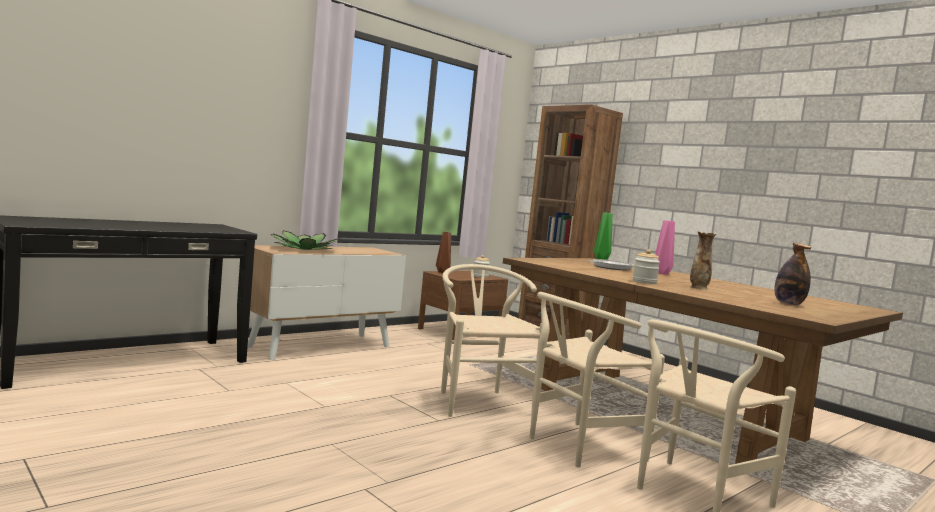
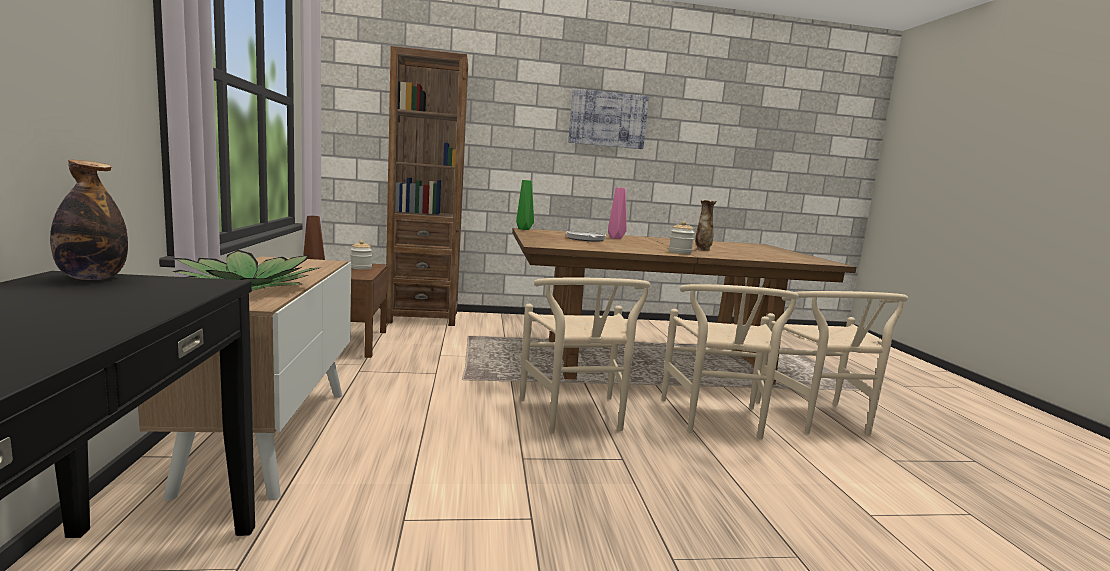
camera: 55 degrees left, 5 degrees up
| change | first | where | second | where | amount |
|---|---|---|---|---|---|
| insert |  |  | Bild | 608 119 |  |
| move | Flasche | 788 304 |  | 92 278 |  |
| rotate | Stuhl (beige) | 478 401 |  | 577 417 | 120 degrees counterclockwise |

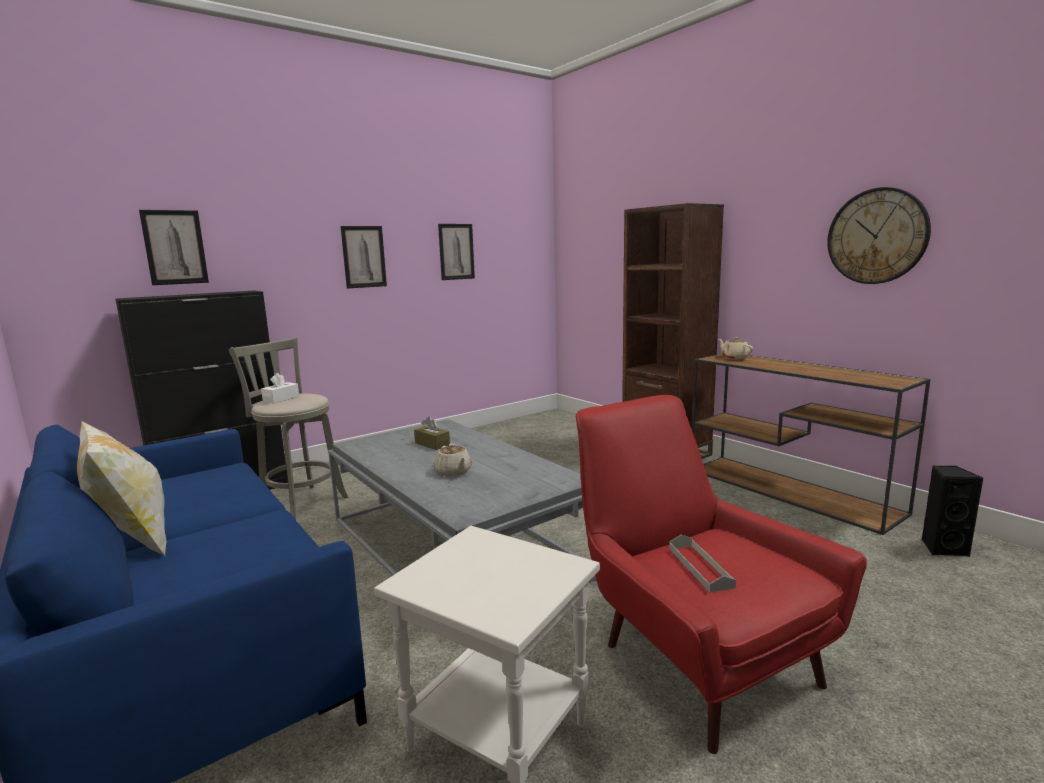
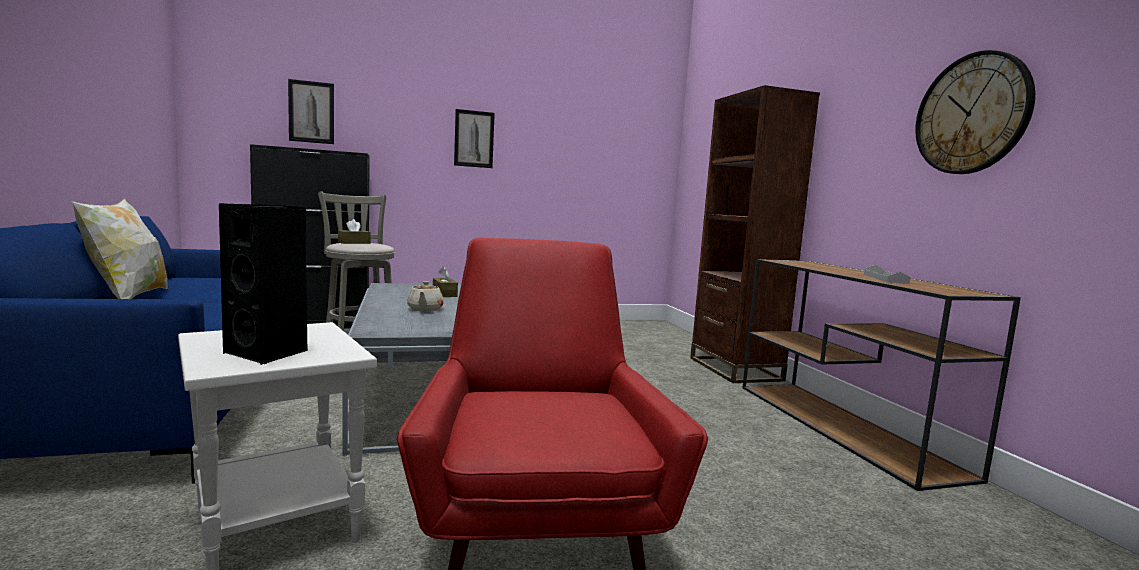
camera: 20 degrees right, 5 degrees down
| change | first | where | second | where | amount |
|---|---|---|---|---|---|
| delete | Bild | 456 251 |  |  |  |
| delete | Teekanne (beige) | 734 358 |  |  |  |
| move | Tablett (grau) | 700 567 |  | 885 279 |  |
| move | Lautsprecher (schwarz) | 942 548 |  | 269 353 |  |
| recolor | Taschentuchbox (weiß) | 281 399 | Taschentuchbox (braun) | 354 243 |  |

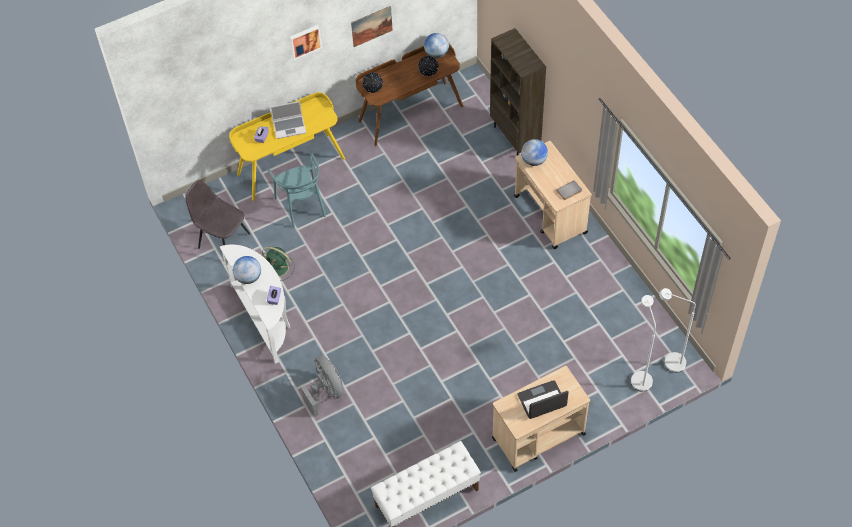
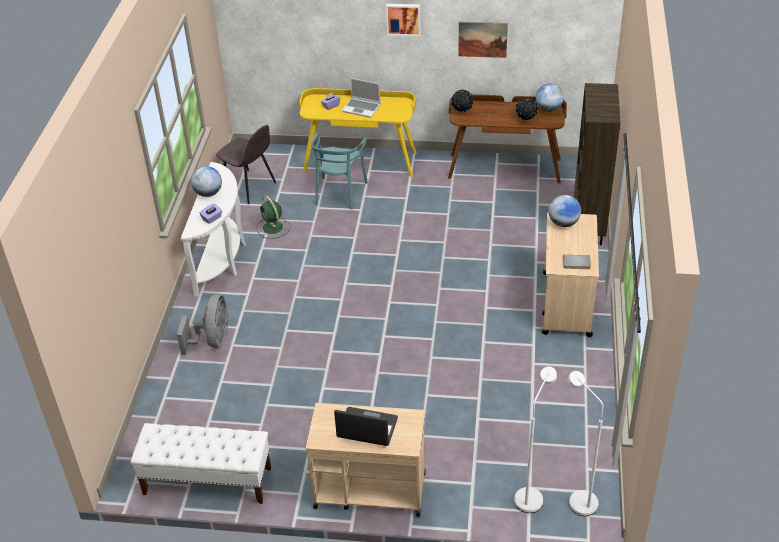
camera: 35 degrees right, 15 degrees down
| change | first | where | second | where | amount |
|---|---|---|---|---|---|
| rotate | Stuhl (grau) | 223 240 |  | 249 187 | 150 degrees clockwise |

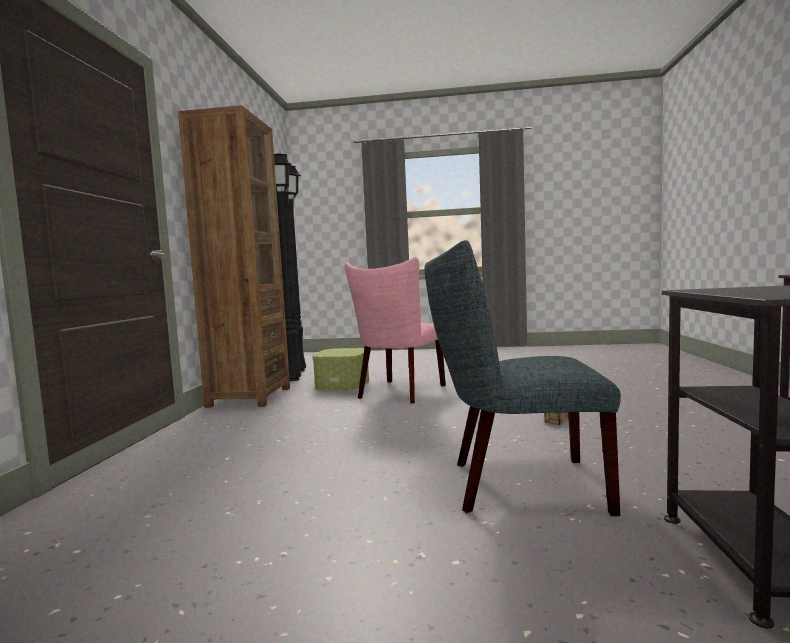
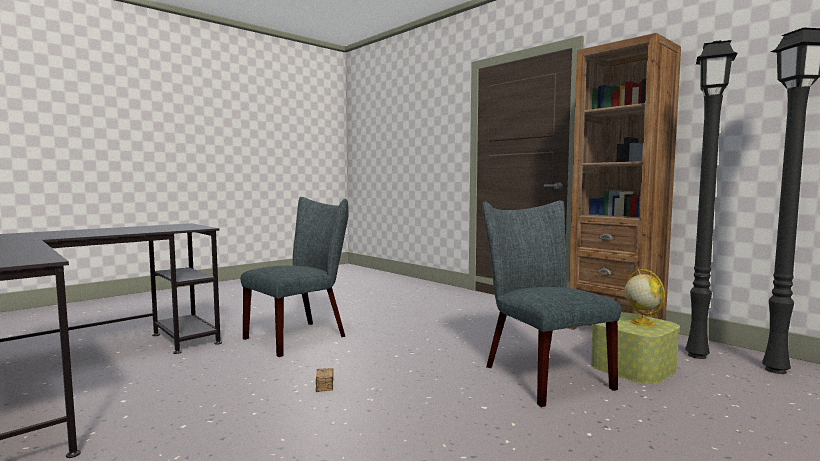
camera: 130 degrees right, 0 degrees up
| change | first | where | second | where | amount |
|---|---|---|---|---|---|
| insert |  |  | Globus | 642 323 |  |
| recolor | Stuhl (rosa) | 399 393 | Stuhl (grau) | 540 374 |  |

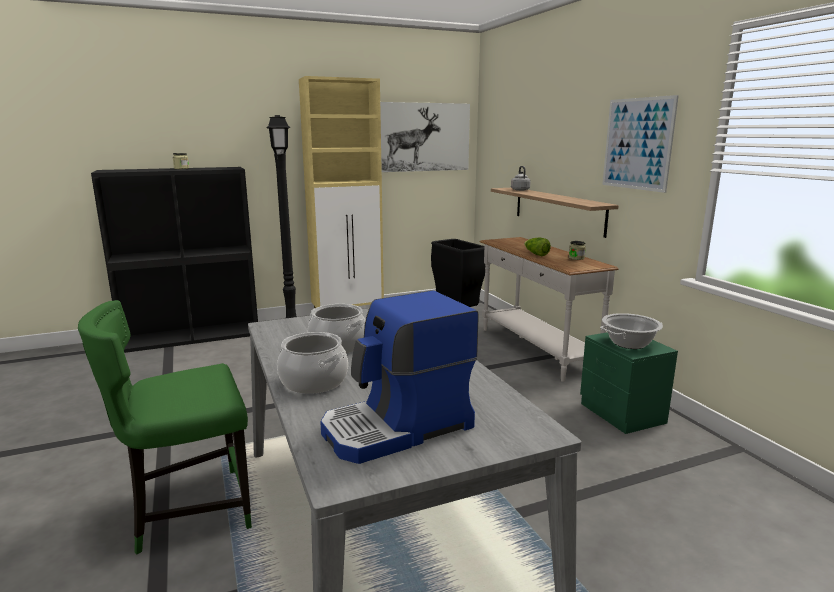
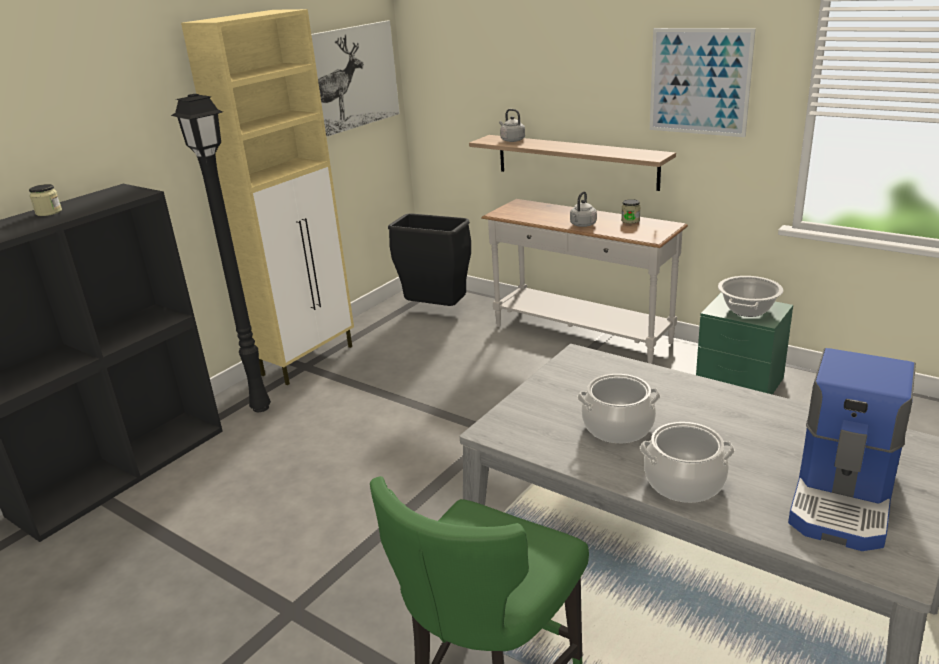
camera: 30 degrees left, 10 degrees up
| change | first | where | second | where | amount |
|---|---|---|---|---|---|
| replace | Salatkopf | 535 254 | Wasserkessel (grau) | 582 225 |  |

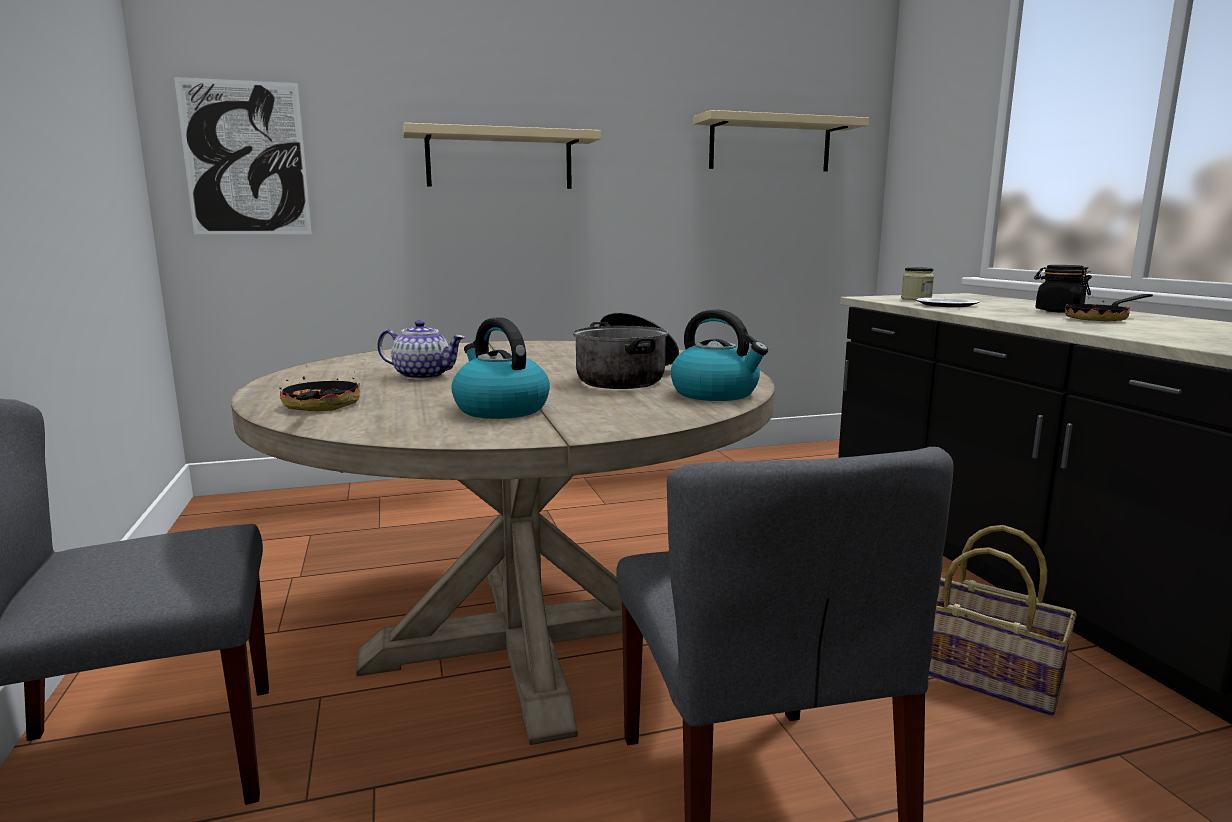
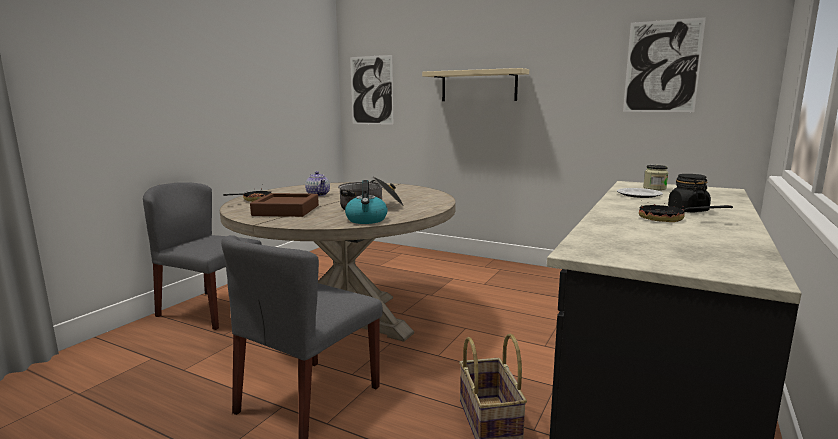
camera: 45 degrees right, 0 degrees up
| change | first | where | second | where | amount |
|---|---|---|---|---|---|
| replace | Wasserkessel | 500 409 | Tablett (braun) | 286 210 |  |
| replace | Wandregal (beige) | 770 145 | Bild | 662 67 |  |

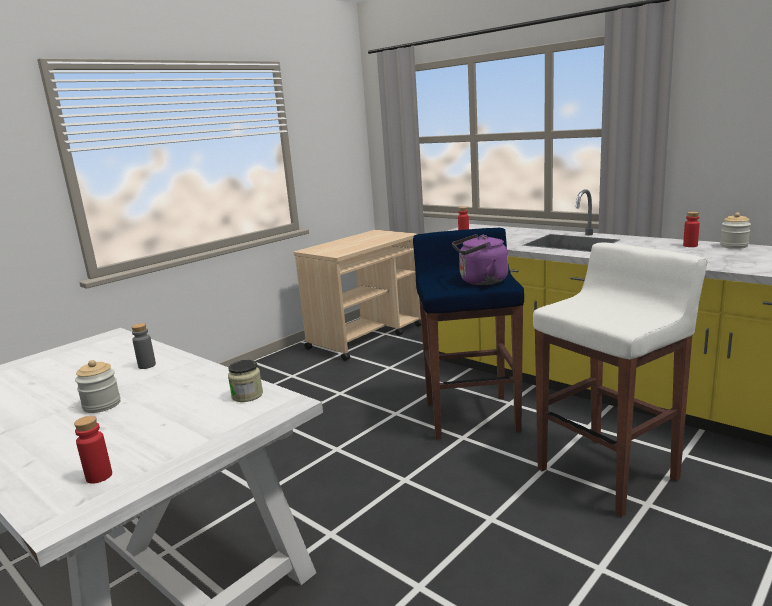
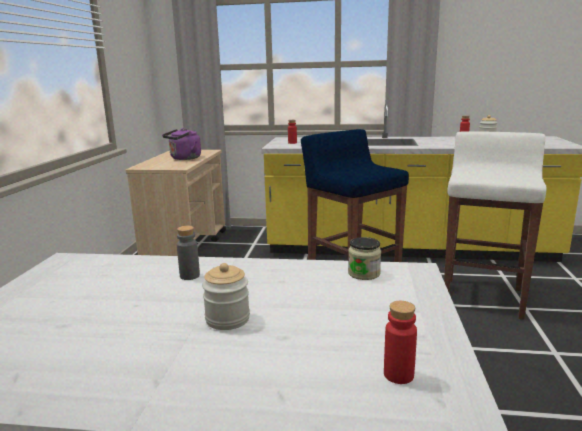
camera: 35 degrees left, 0 degrees up
| change | first | where | second | where | amount |
|---|---|---|---|---|---|
| move | Wasserkessel (lila) | 480 281 |  | 184 158 |  |

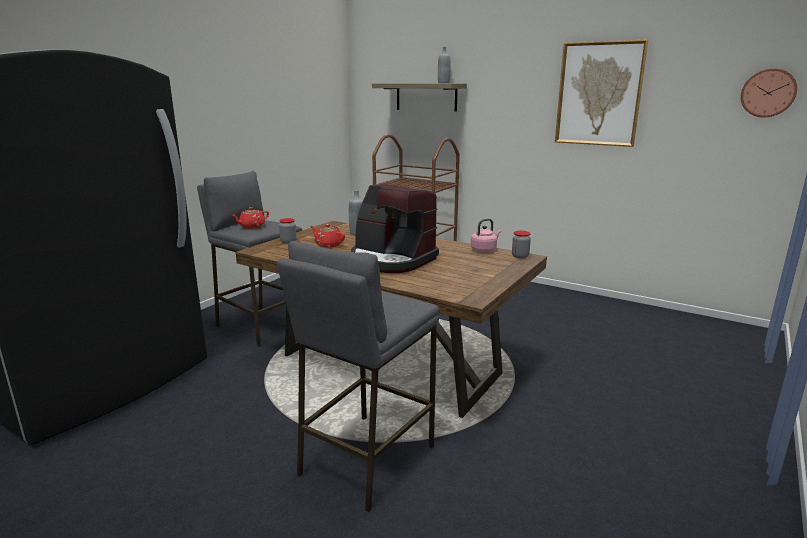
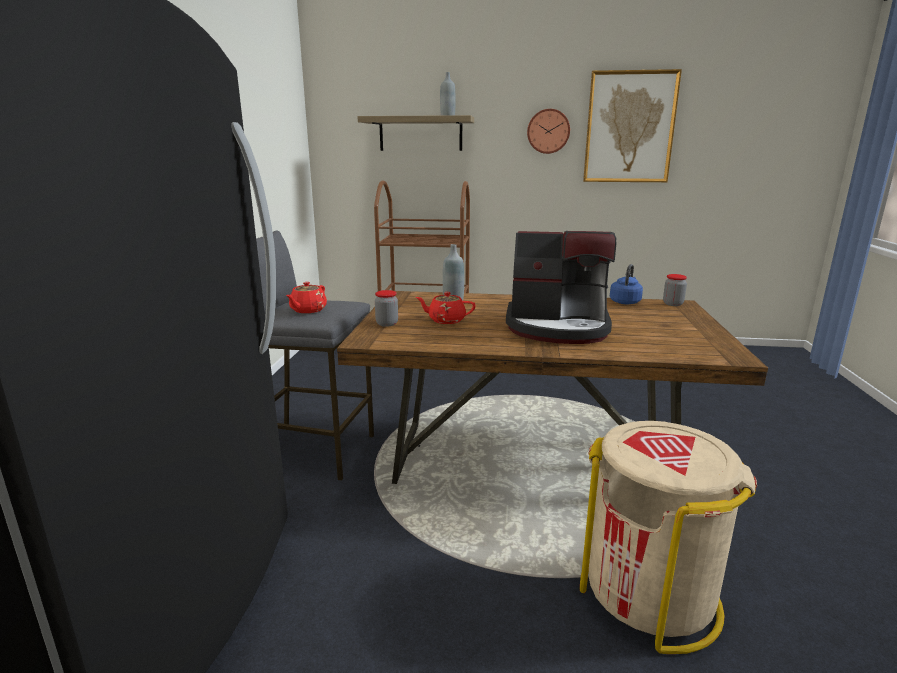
camera: 25 degrees left, 0 degrees up
| change | first | where | second | where | amount |
|---|---|---|---|---|---|
| move | Wanduhr | 768 93 |  | 548 131 |  |
| replace | Hocker (grau) | 366 459 | Mülleimer (beige) | 650 595 |  |
| recolor | Wasserkessel (rosa) | 484 249 | Wasserkessel (blau) | 625 302 |  |

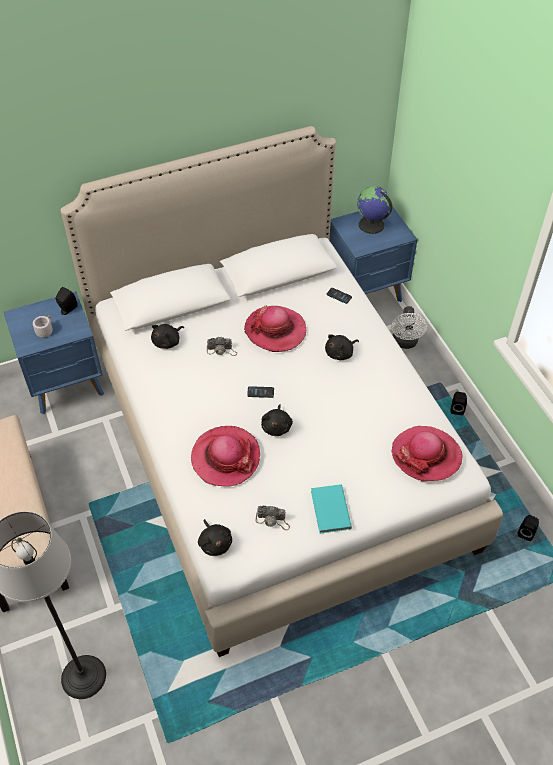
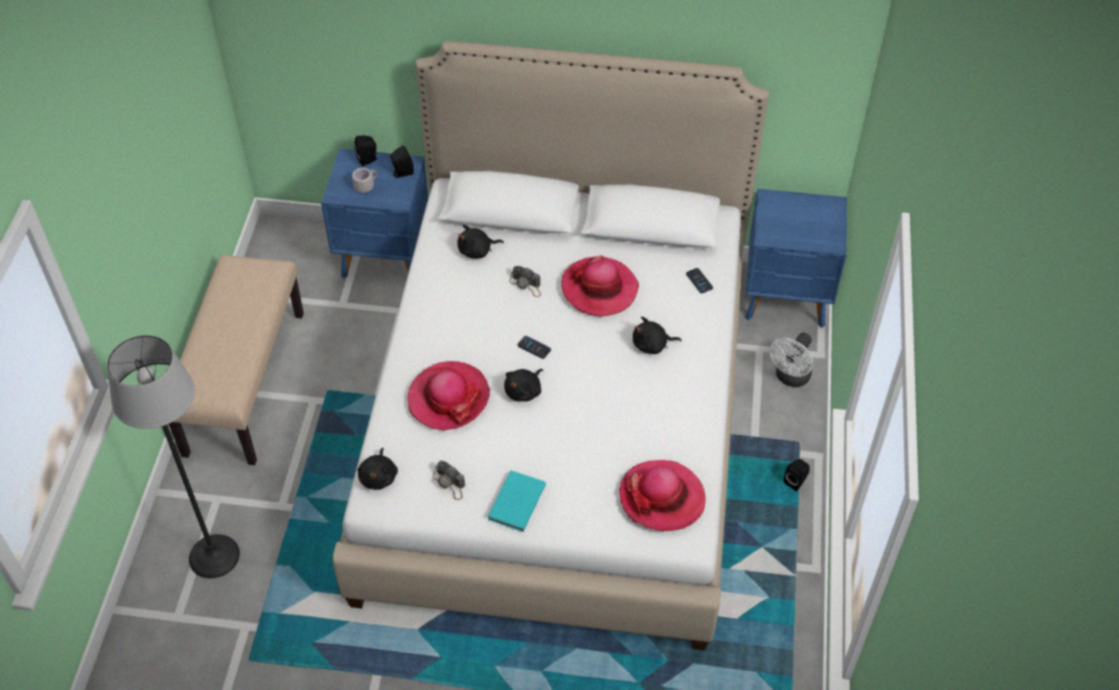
camera: 30 degrees right, 0 degrees up
| change | first | where | second | where | amount |
|---|---|---|---|---|---|
| delete | Globus | 371 225 |  |  |  |
| move | Lautsprecher (schwarz) | 526 532 |  | 368 159 |  |

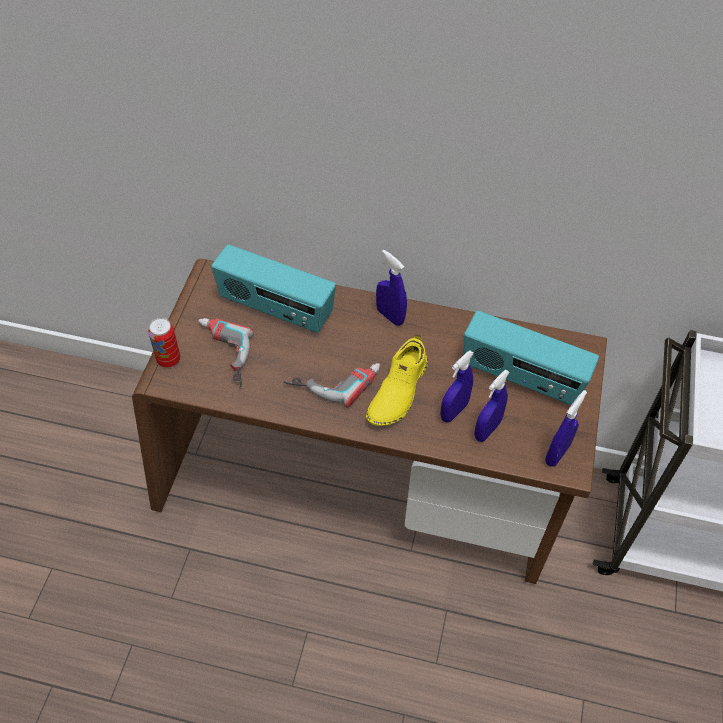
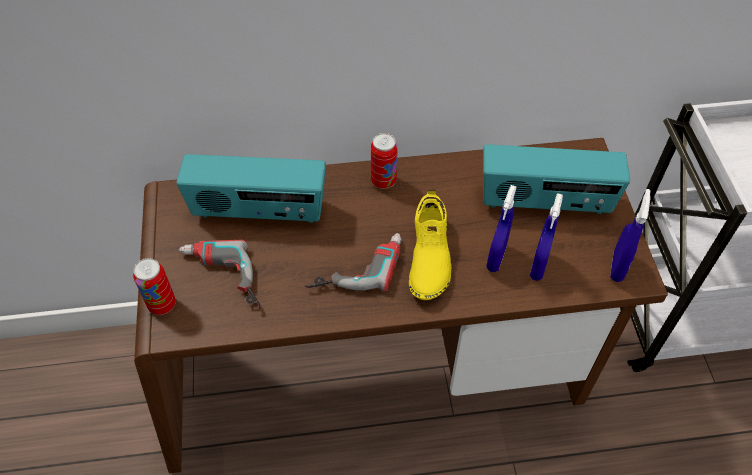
camera: 20 degrees left, 0 degrees up
| change | first | where | second | where | amount |
|---|---|---|---|---|---|
| replace | Sprühflasche (blau) | 390 316 | Dose | 383 181 |  |

